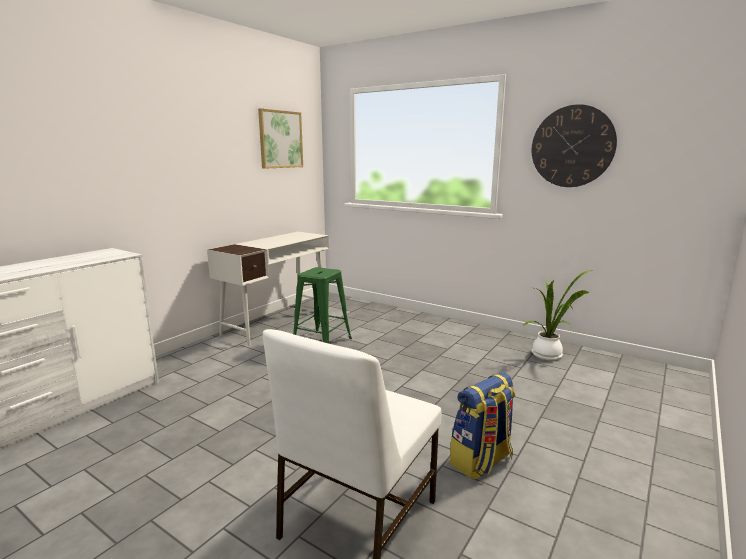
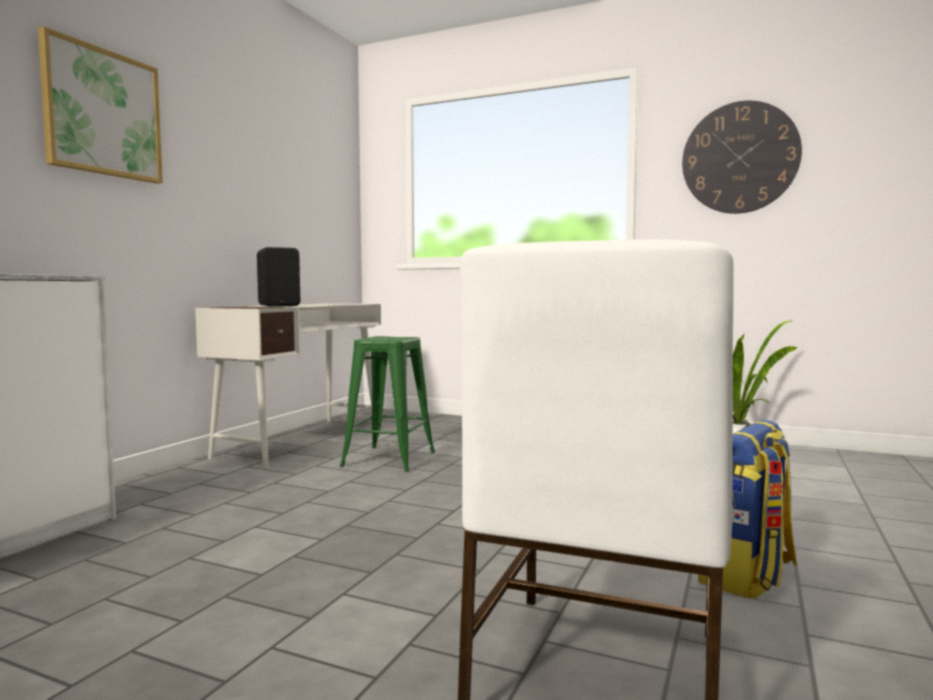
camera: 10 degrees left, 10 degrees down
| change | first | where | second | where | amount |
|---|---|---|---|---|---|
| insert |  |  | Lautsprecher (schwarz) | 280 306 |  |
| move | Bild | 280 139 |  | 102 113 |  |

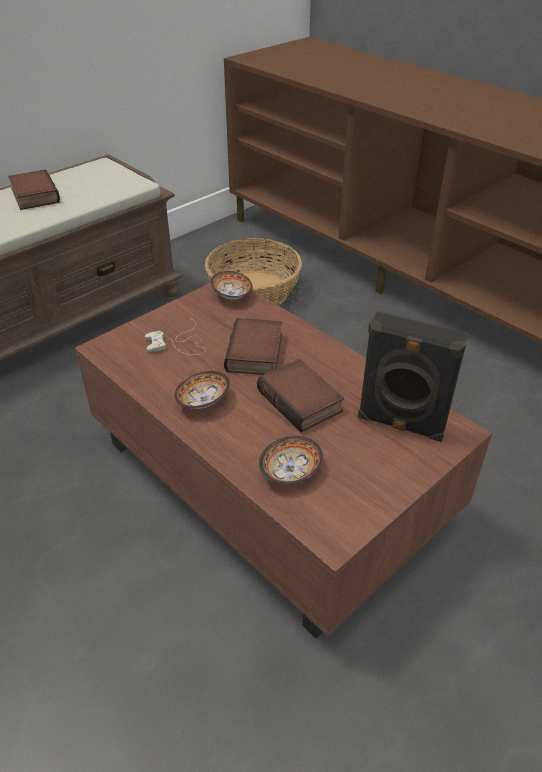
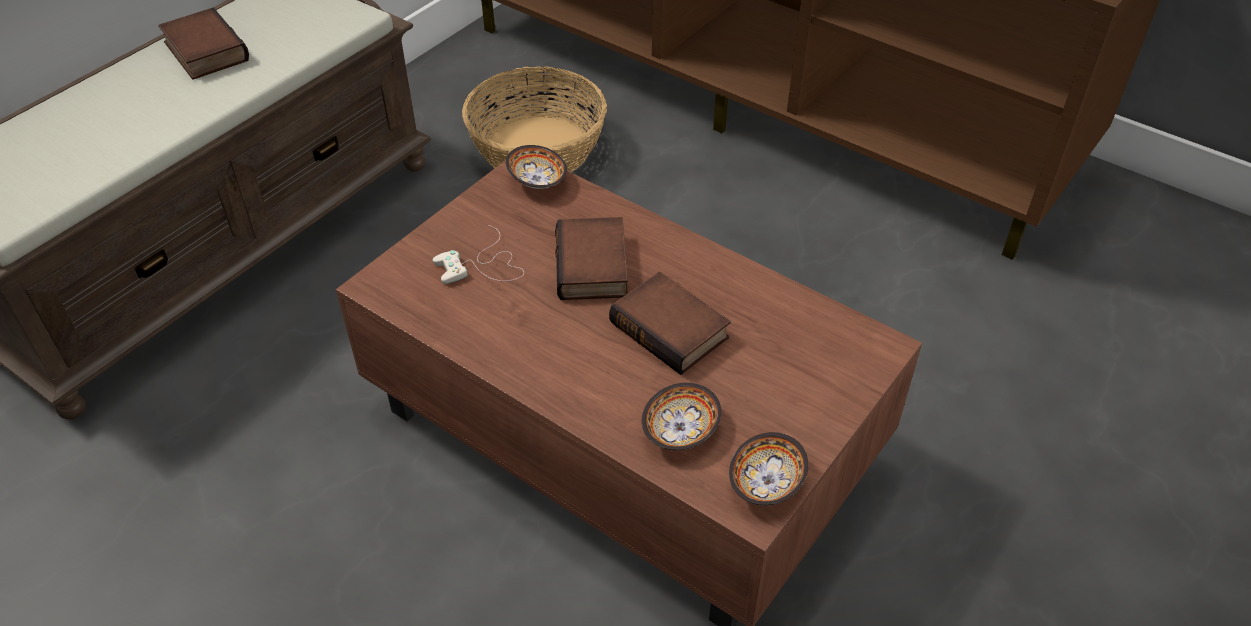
camera: 10 degrees left, 5 degrees up
| change | first | where | second | where | amount |
|---|---|---|---|---|---|
| delete | Lautsprecher (schwarz) | 400 425 |  |  |  |
| move | Schüssel | 203 401 |  | 766 482 |  |

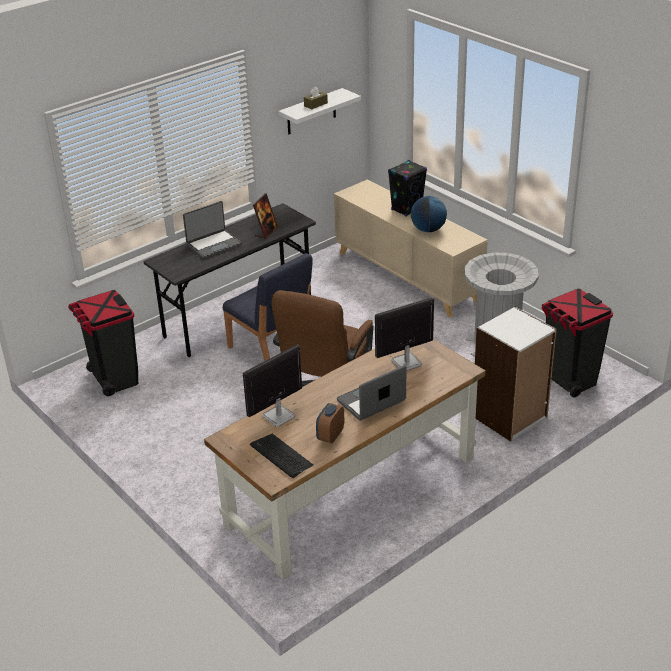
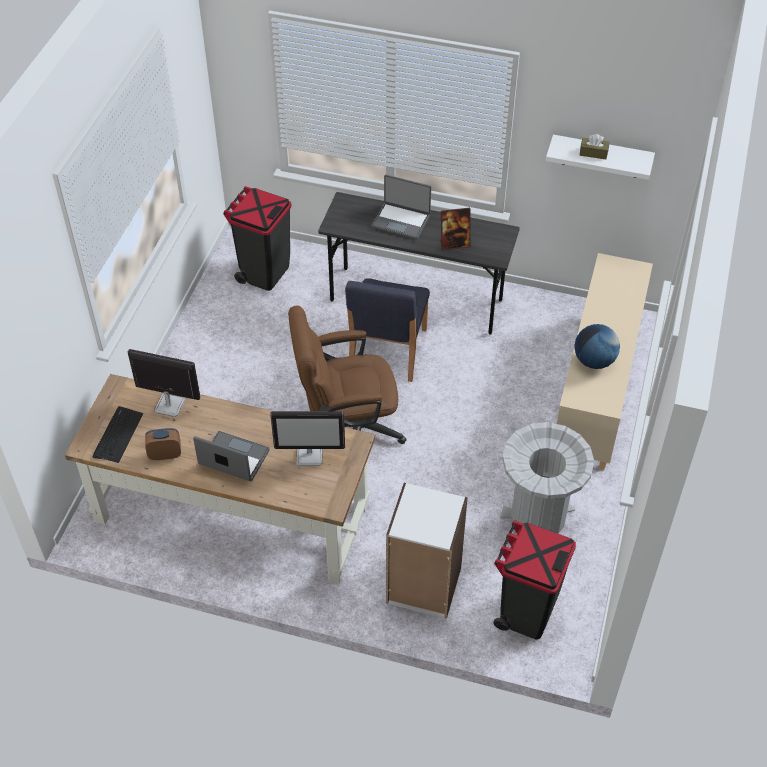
camera: 55 degrees right, 15 degrees up
| change | first | where | second | where | amount |
|---|---|---|---|---|---|
| delete | Lautsprecher (schwarz) | 406 209 |  |  |  |
| rotate | Monitor | 406 363 |  | 310 455 | 150 degrees clockwise |

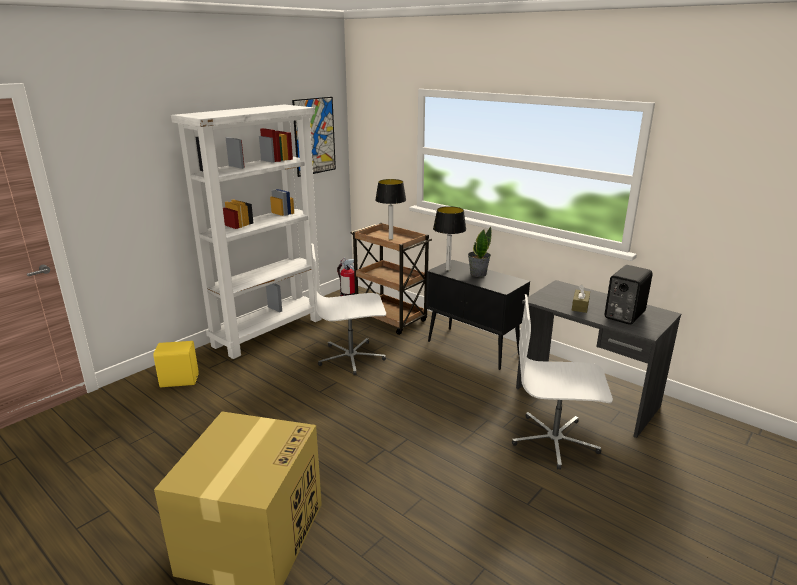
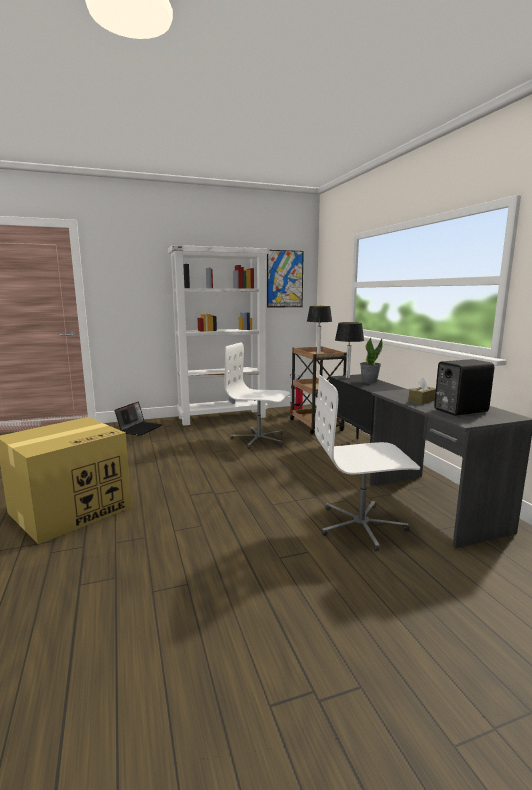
camera: 30 degrees right, 10 degrees down
| change | first | where | second | where | amount |
|---|---|---|---|---|---|
| replace | Lautsprecher (gelb) | 179 380 | Laptop | 140 429 |  |
| rotate | Bürostuhl (weiß) | 555 441 |  | 361 526 | 45 degrees counterclockwise |

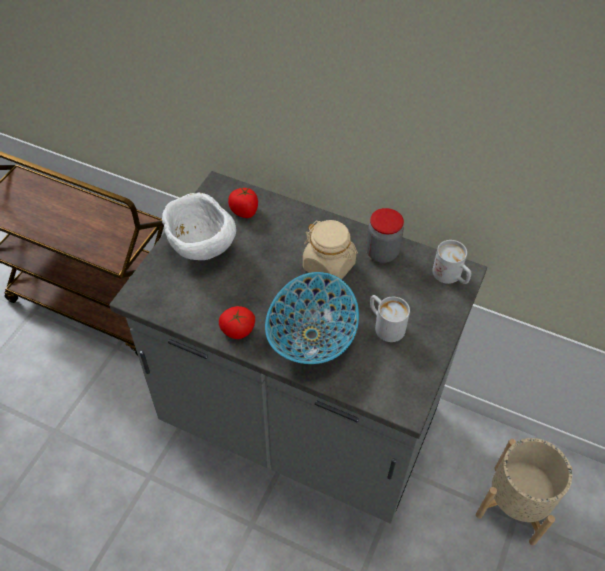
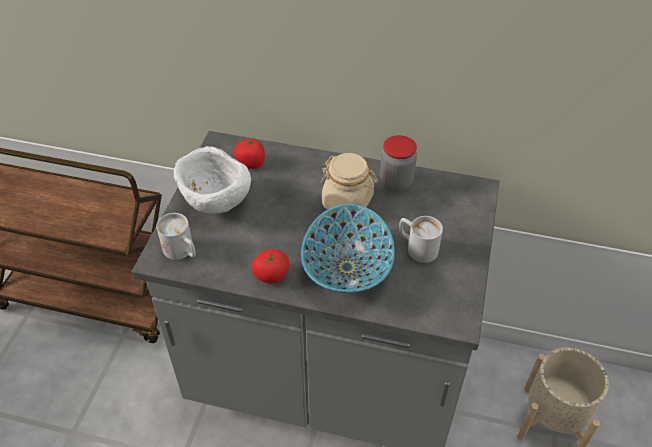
camera: 10 degrees left, 5 degrees down
| change | first | where | second | where | amount |
|---|---|---|---|---|---|
| move | Henkelbecher (weiß) | 451 276 |  | 182 252 |  |

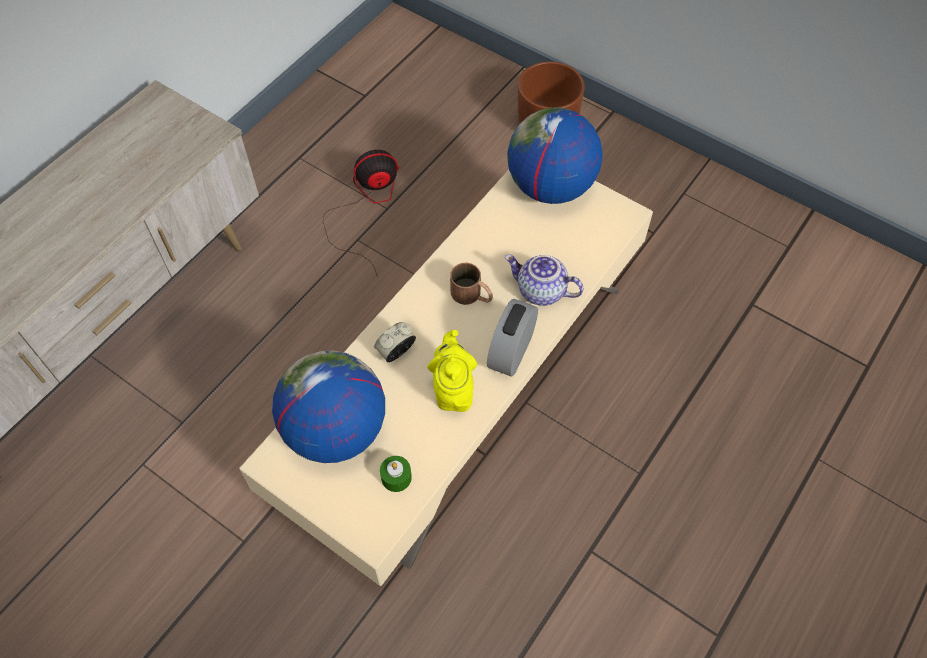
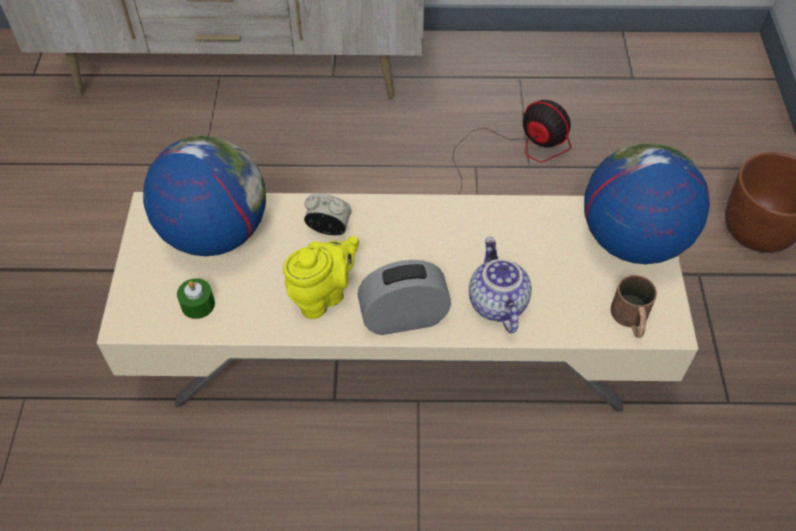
camera: 55 degrees right, 5 degrees down
| change | first | where | second | where | amount |
|---|---|---|---|---|---|
| move | Henkelbecher (braun) | 472 295 |  | 631 320 |  |

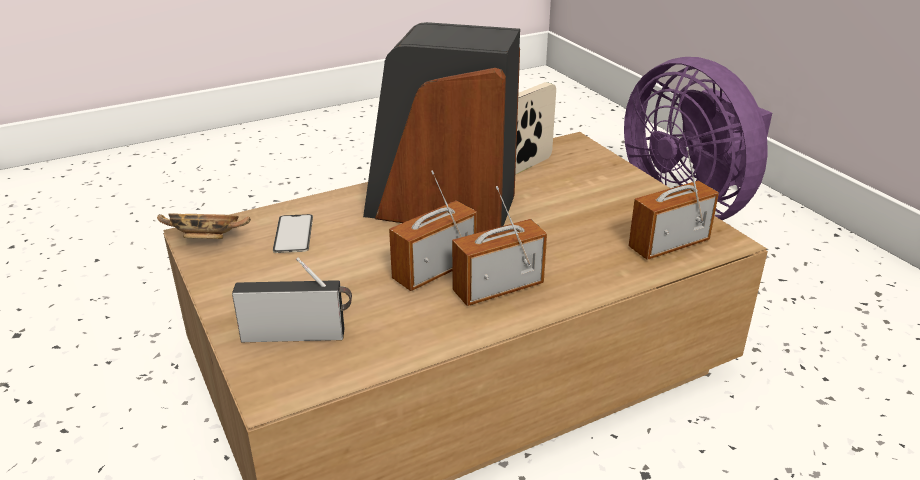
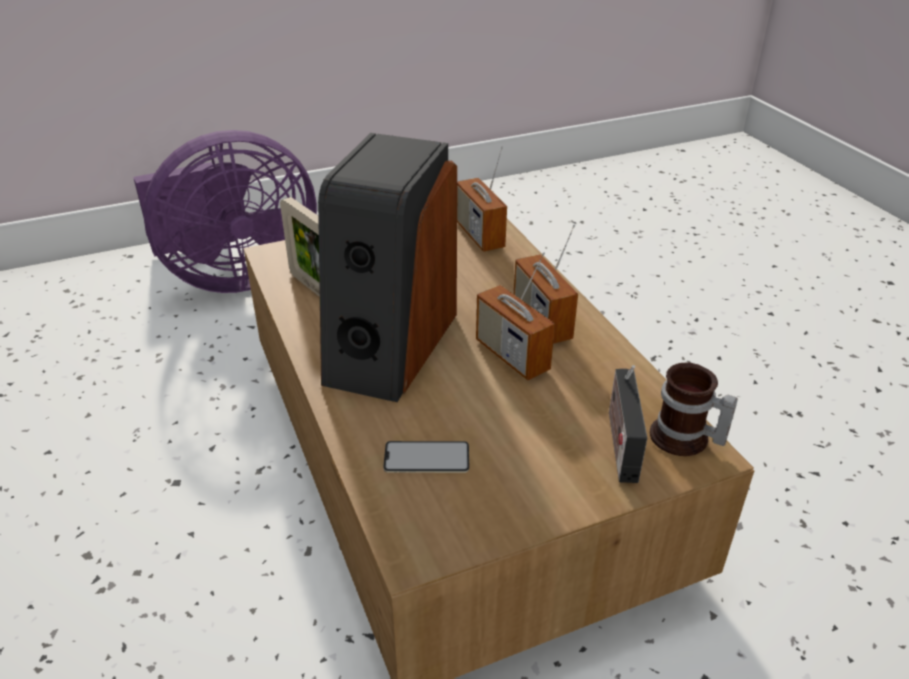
camera: 85 degrees left, 5 degrees up
| change | first | where | second | where | amount |
|---|---|---|---|---|---|
| delete | Schüssel | 208 240 |  |  |  |
| insert |  |  | Henkelbecher | 684 440 |  |

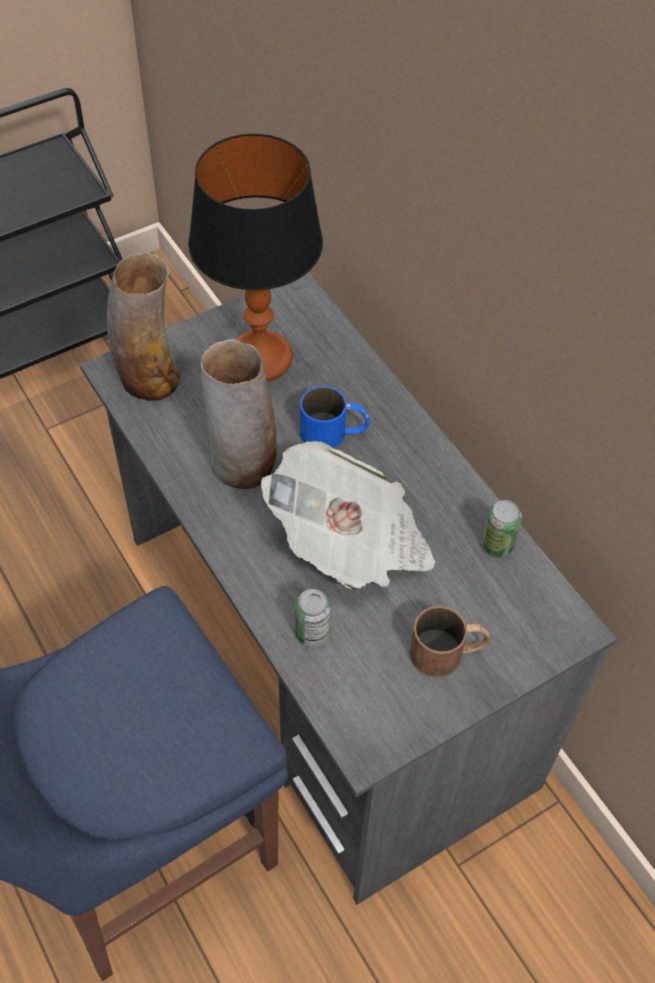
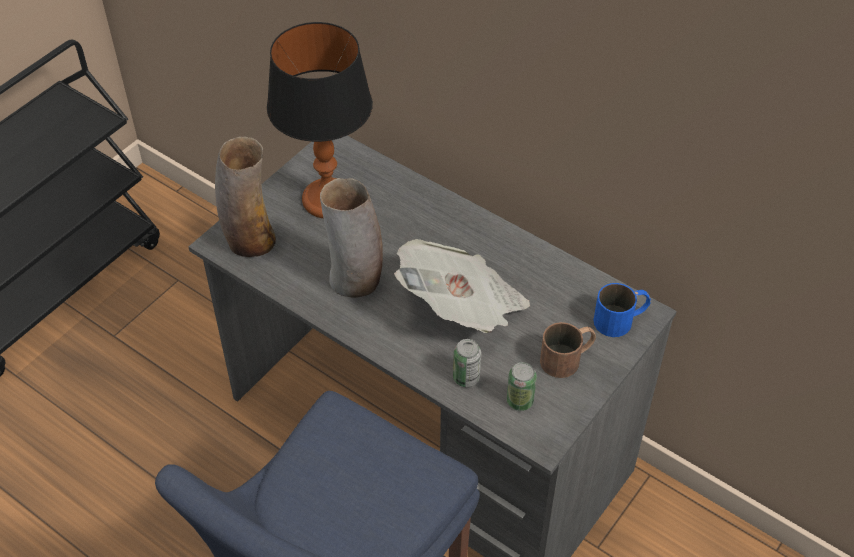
camera: 20 degrees left, 5 degrees down
| change | first | where | second | where | amount |
|---|---|---|---|---|---|
| move | Henkelbecher (blau) | 334 432 |  | 621 319 |  |
| move | Dose | 497 545 |  | 520 401 |  |

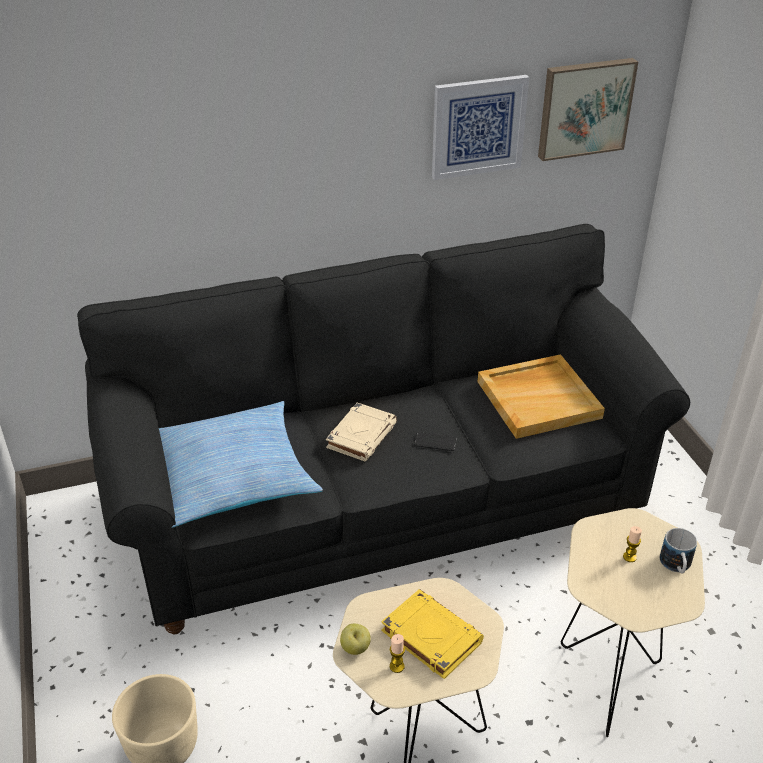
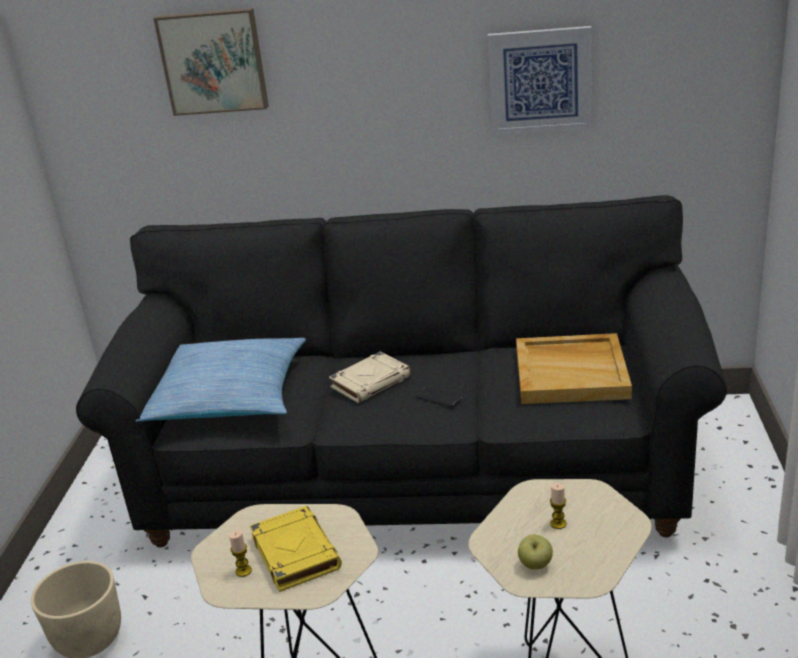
camera: 25 degrees right, 10 degrees down
| change | first | where | second | where | amount |
|---|---|---|---|---|---|
| delete | Henkelbecher | 676 566 |  |  |  |
| move | Apfel | 355 648 |  | 535 565 |  |
| move | Bild | 584 108 |  | 213 61 |  |

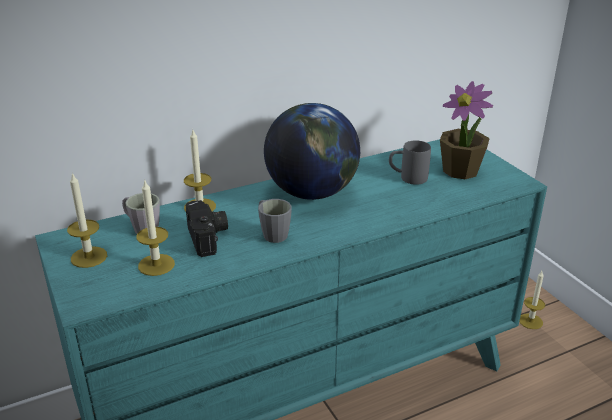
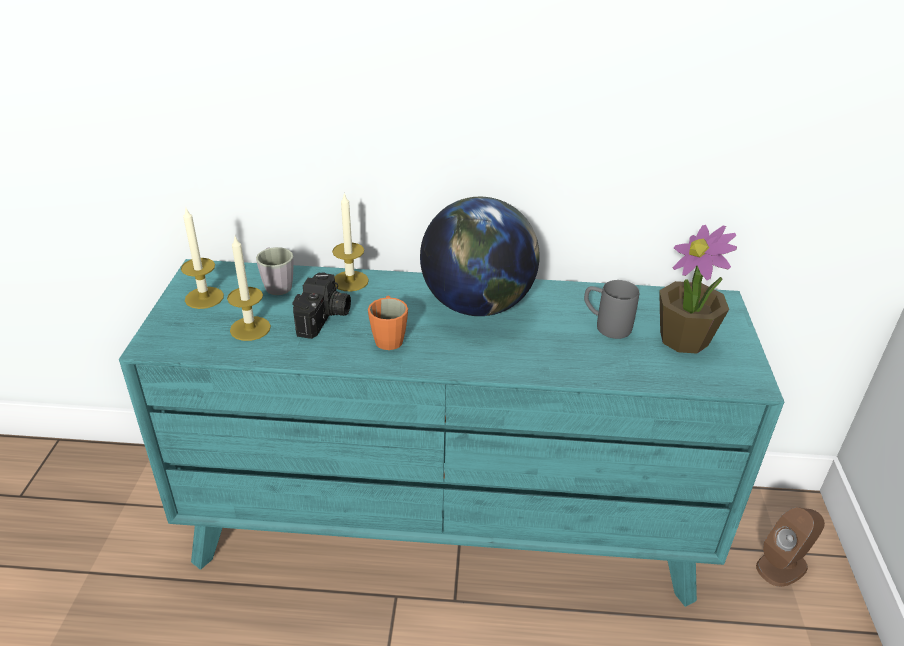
camera: 30 degrees right, 5 degrees up
| change | first | where | second | where | amount |
|---|---|---|---|---|---|
| replace | Kerze | 530 321 | Lautsprecher (braun) | 782 566 |  |
| recolor | Henkelbecher (grau) | 272 233 | Henkelbecher (orange) | 389 337 |  |

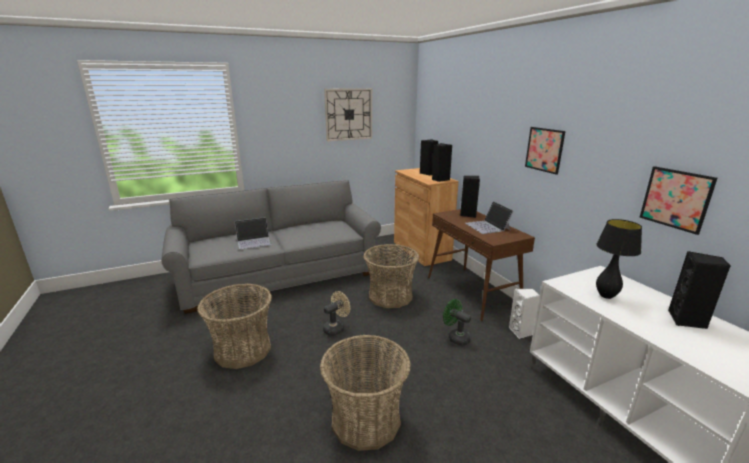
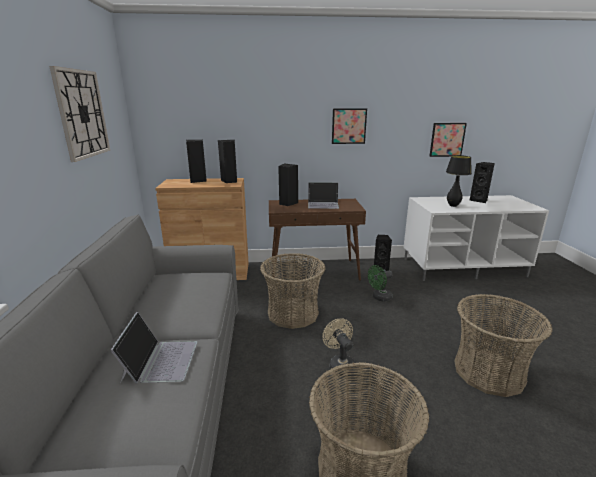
camera: 70 degrees left, 0 degrees up
| change | first | where | second | where | amount |
|---|---|---|---|---|---|
| recolor | Lautsprecher (weiß) | 521 332 | Lautsprecher (schwarz) | 380 270 |  |

